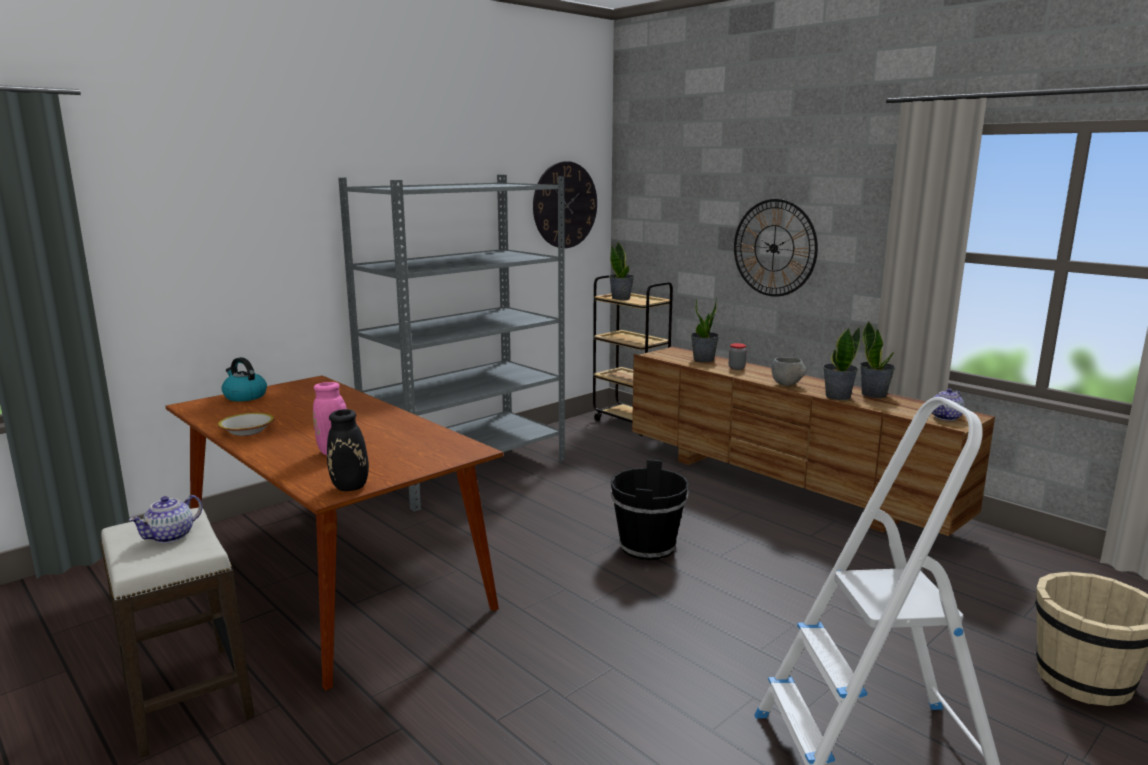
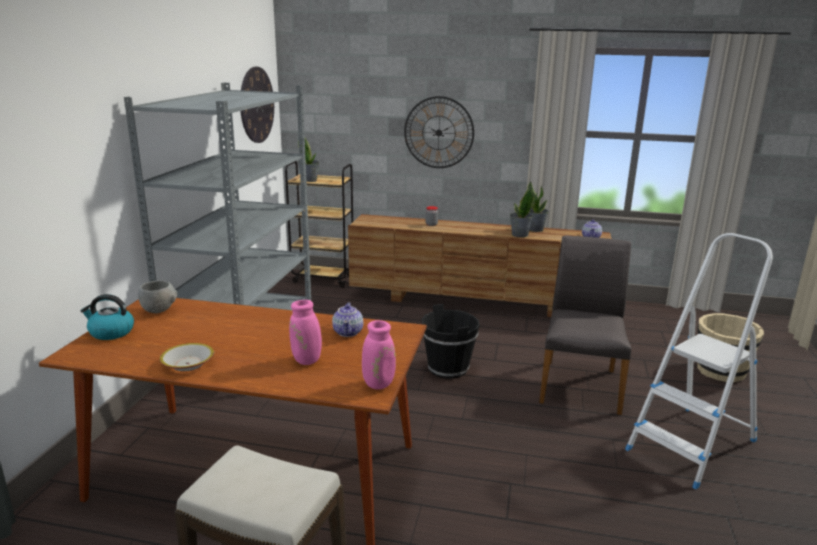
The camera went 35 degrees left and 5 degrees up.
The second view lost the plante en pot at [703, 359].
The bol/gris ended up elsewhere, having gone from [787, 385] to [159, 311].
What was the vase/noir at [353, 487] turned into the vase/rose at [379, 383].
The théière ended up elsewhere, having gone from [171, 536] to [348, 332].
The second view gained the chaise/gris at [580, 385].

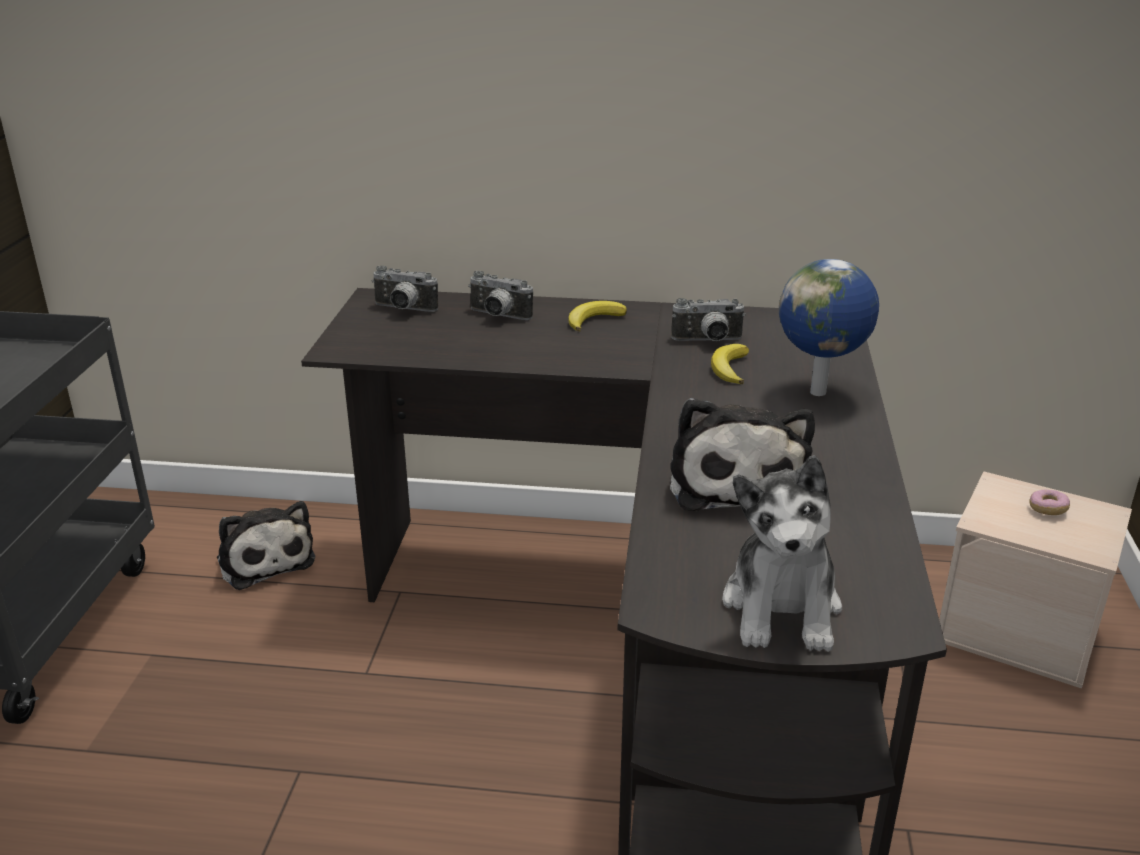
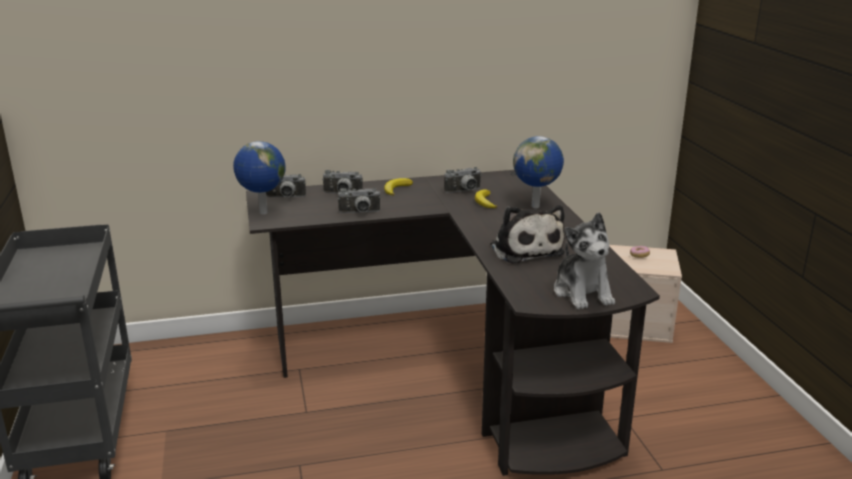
The camera went 20 degrees left and 5 degrees down.
The second view lost the peluche at [265, 559].
The second view gained the globe at [262, 213].
The second view gained the appareil photo at [359, 213].

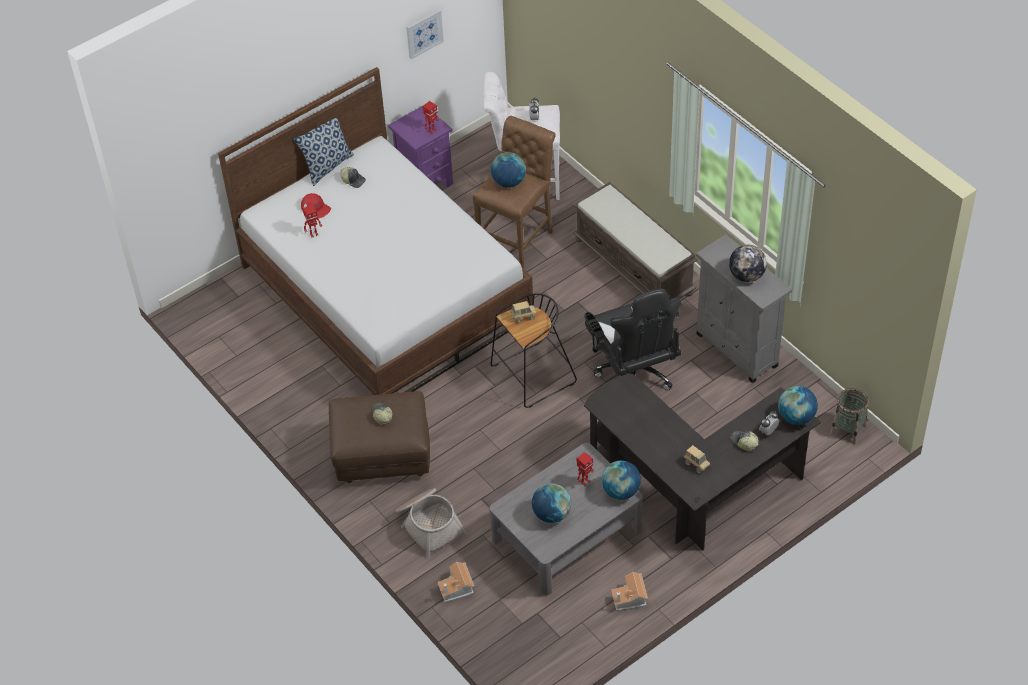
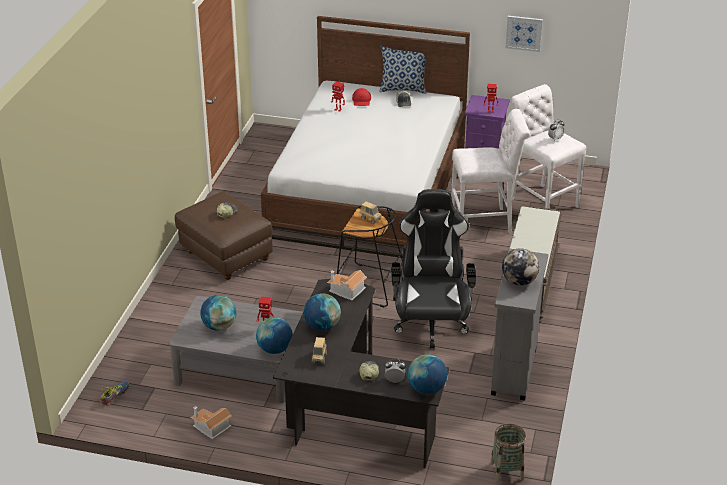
The camera went 50 degrees right and 15 degrees down.
What was the tabouret/marron at [518, 239] turned into the tabouret/blanc at [485, 222].
The globe ended up elsewhere, having gone from [508, 182] to [322, 326].
The chaise de bureau/noir at [632, 369] ended up facing another way, 150 degrees clockwise from before.
The second view lost the panier at [429, 524].
The maison miniature ended up elsewhere, having gone from [456, 588] to [346, 291].
The second view gained the chaussure at [114, 395].

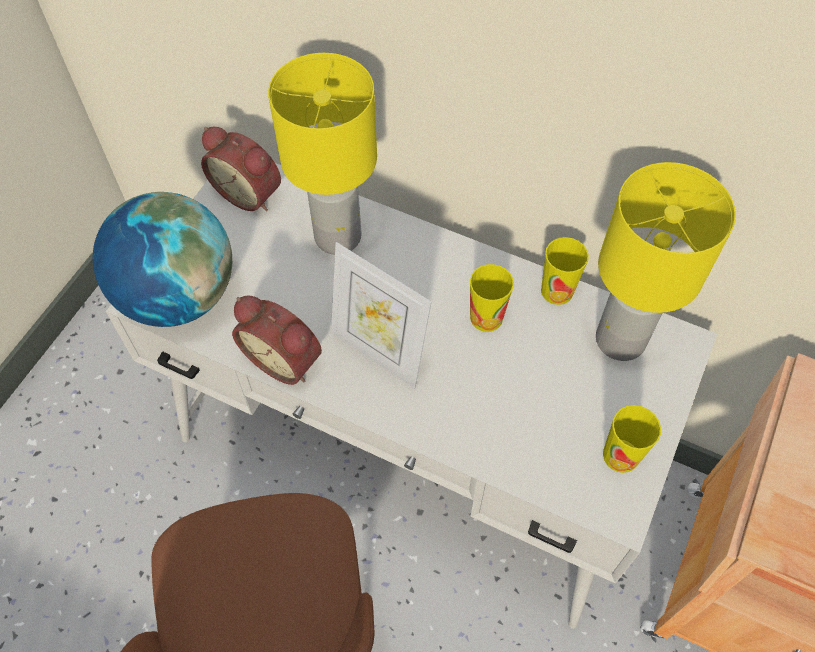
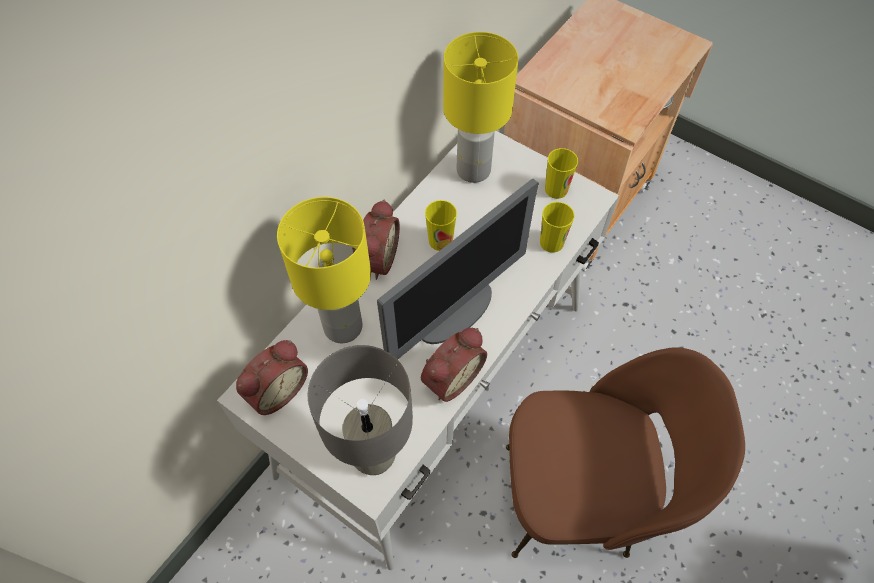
The camera went 80 degrees left and 0 degrees up.
Where the globe stood at [178, 295], the lampe de table/gris came to stand at [372, 456].
The tasse ended up elsewhere, having gone from [557, 291] to [551, 242].
Where the cadre photo stood at [379, 352], the écran d'ordinateur came to stand at [456, 312].
The second view gained the réveil at [376, 258].

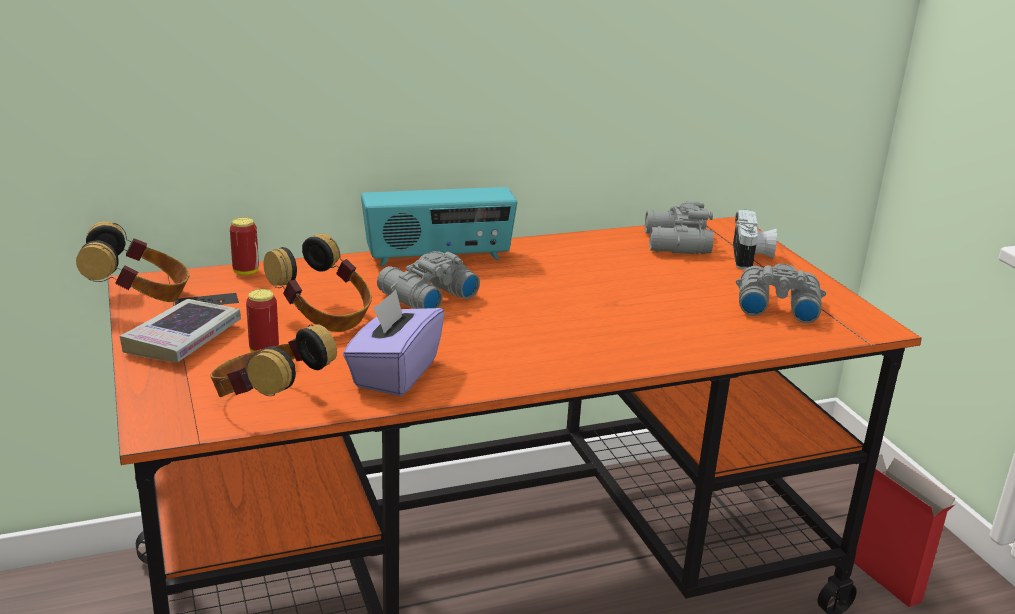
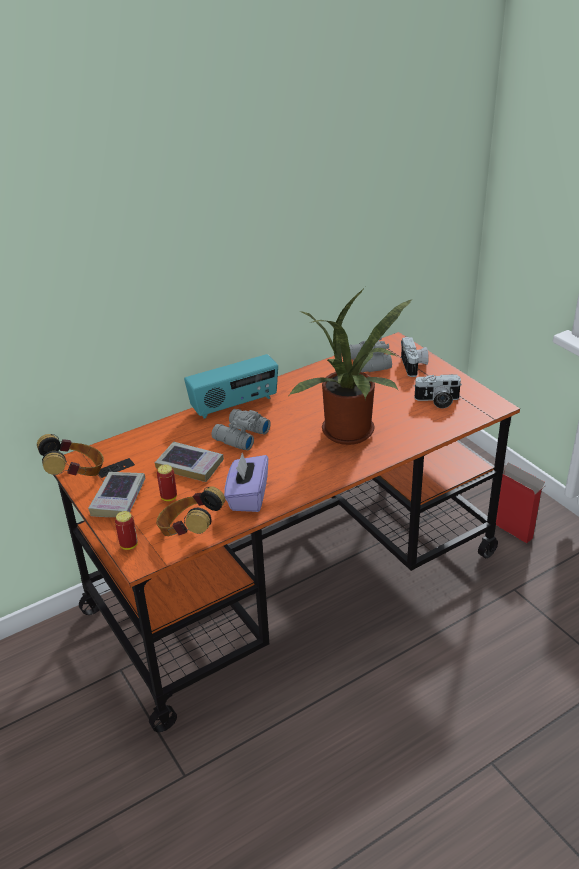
The camera went 10 degrees left and 10 degrees up.
The boîte métallique ended up elsewhere, having gone from [246, 272] to [129, 545].
Where the casque audio stood at [324, 317], the livre came to stand at [190, 465].
Where the jumelles/gris stood at [775, 305], the appareil photo came to stand at [437, 401].
The second view gained the plante en pot at [351, 434].

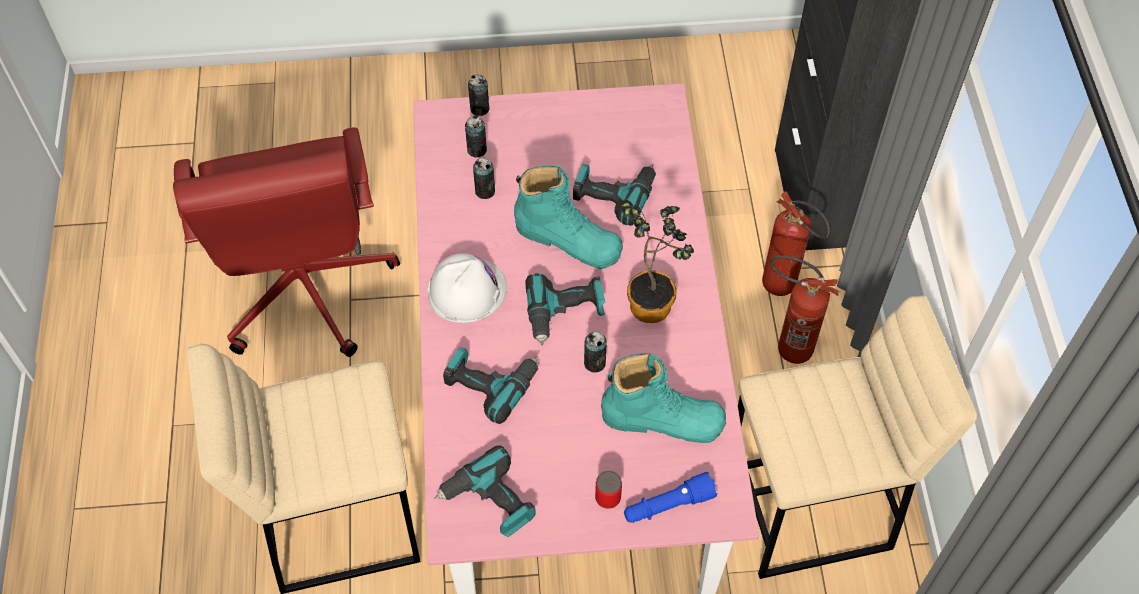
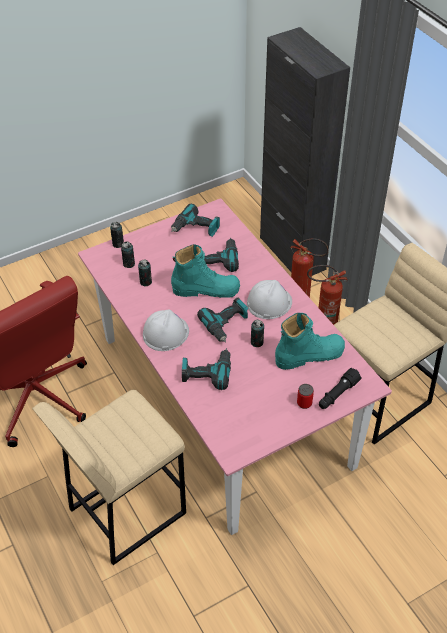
The camera went 25 degrees left and 10 degrees down.
Where the plante en pot stood at [653, 301], the casque de chantier/blanc came to stand at [269, 302].
The perceuse ended up elsewhere, having gone from [489, 502] to [196, 228].
What was the lampe de poche/bleu at [668, 505] turned into the lampe de poche/noir at [337, 394].

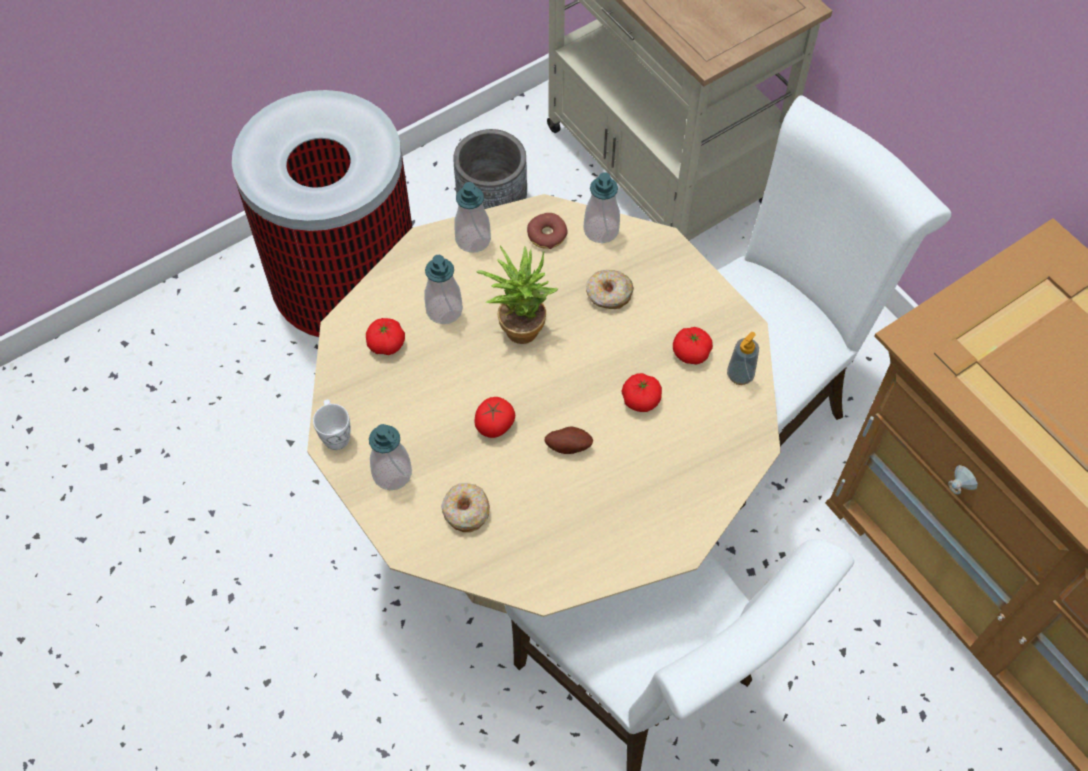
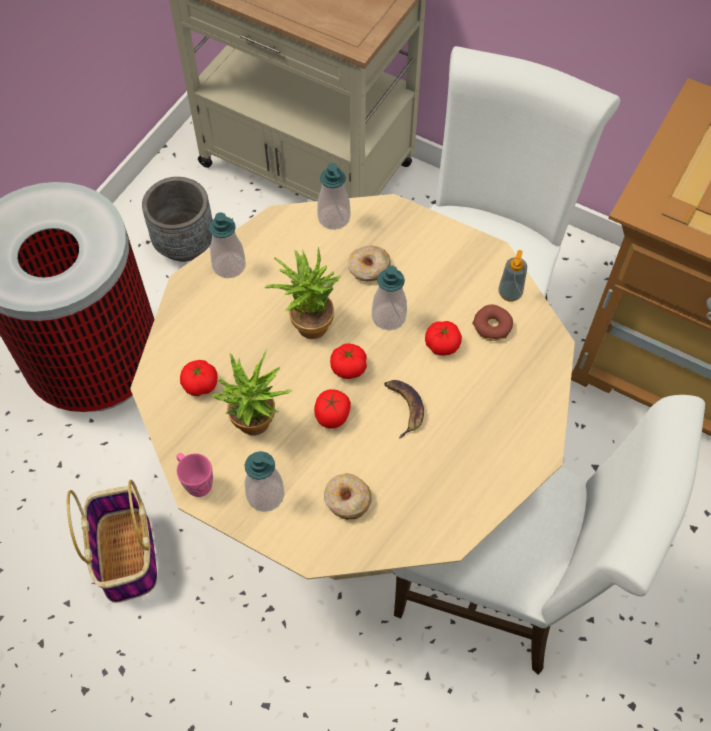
The camera went 25 degrees left and 0 degrees up.
The beignet ended up elsewhere, having gone from [547, 235] to [492, 326].
The distributeur de savon ended up elsewhere, having gone from [444, 310] to [389, 317].
The tomate ended up elsewhere, having gone from [691, 353] to [348, 368].
What was the mug/blanc at [335, 433] turned into the mug/rose at [195, 481].
Where the pomme de terre stood at [568, 445], the banane came to stand at [403, 407].
The second view gained the plante en pot at [257, 426].
The second view gained the panier at [127, 556].

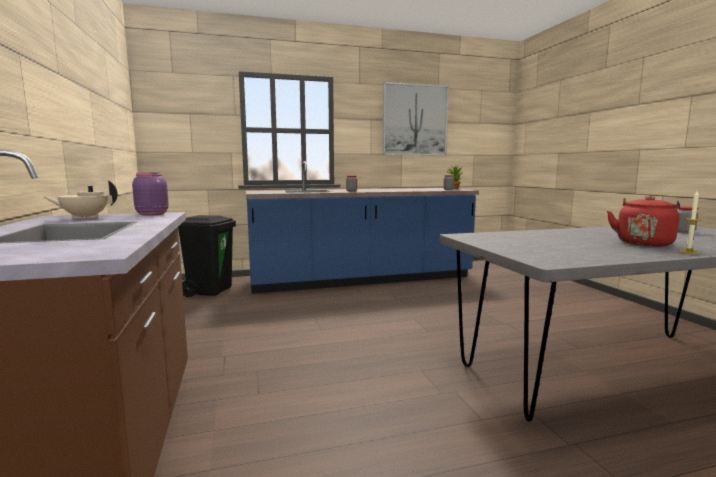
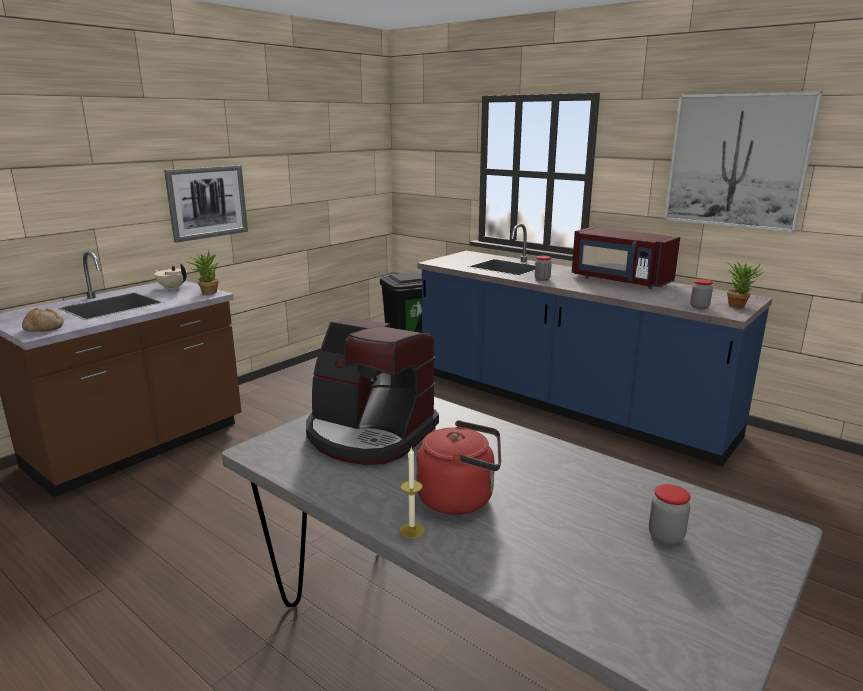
The camera went 55 degrees right and 10 degrees up.
Where the bocal/violet stood at [152, 214], the plante en pot came to stand at [207, 292].
The second view gained the tableau at [207, 202].
The second view gained the micro-ondes/rouge at [619, 281].
The second view gained the pain at [44, 328].
The second view gained the machine à café at [369, 434].

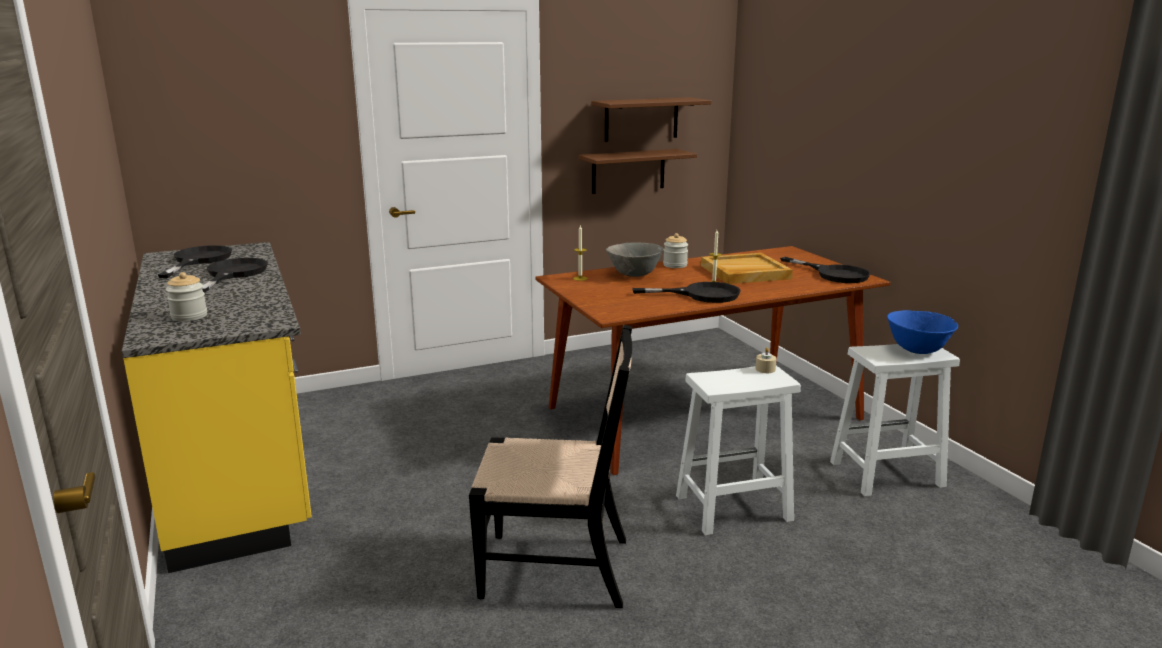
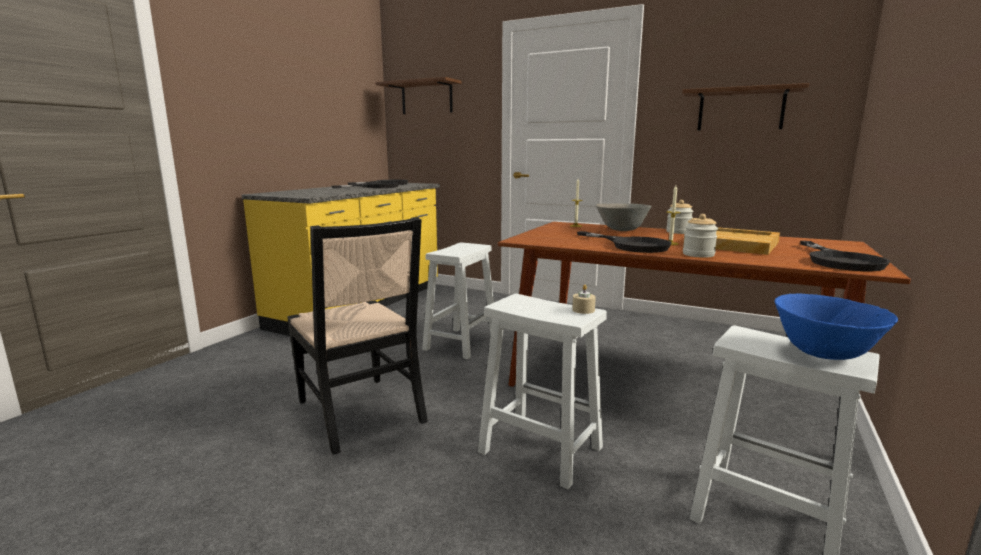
The camera went 50 degrees right and 5 degrees down.
The étagère/marron ended up elsewhere, having gone from [628, 171] to [427, 98].
The bocal ended up elsewhere, having gone from [189, 316] to [698, 254].
The second view gained the tabouret/blanc at [461, 342].

